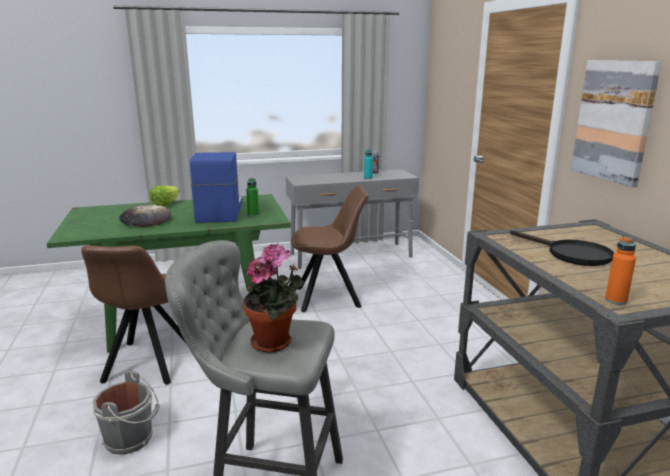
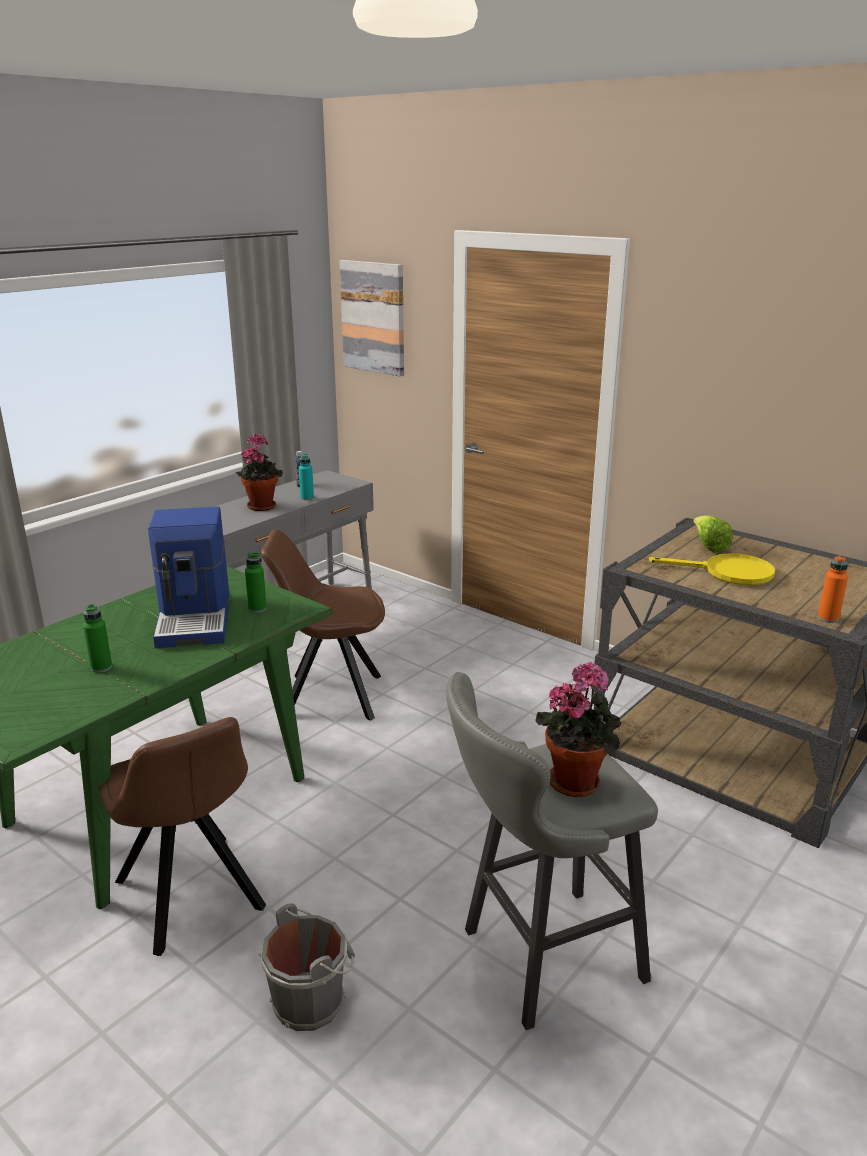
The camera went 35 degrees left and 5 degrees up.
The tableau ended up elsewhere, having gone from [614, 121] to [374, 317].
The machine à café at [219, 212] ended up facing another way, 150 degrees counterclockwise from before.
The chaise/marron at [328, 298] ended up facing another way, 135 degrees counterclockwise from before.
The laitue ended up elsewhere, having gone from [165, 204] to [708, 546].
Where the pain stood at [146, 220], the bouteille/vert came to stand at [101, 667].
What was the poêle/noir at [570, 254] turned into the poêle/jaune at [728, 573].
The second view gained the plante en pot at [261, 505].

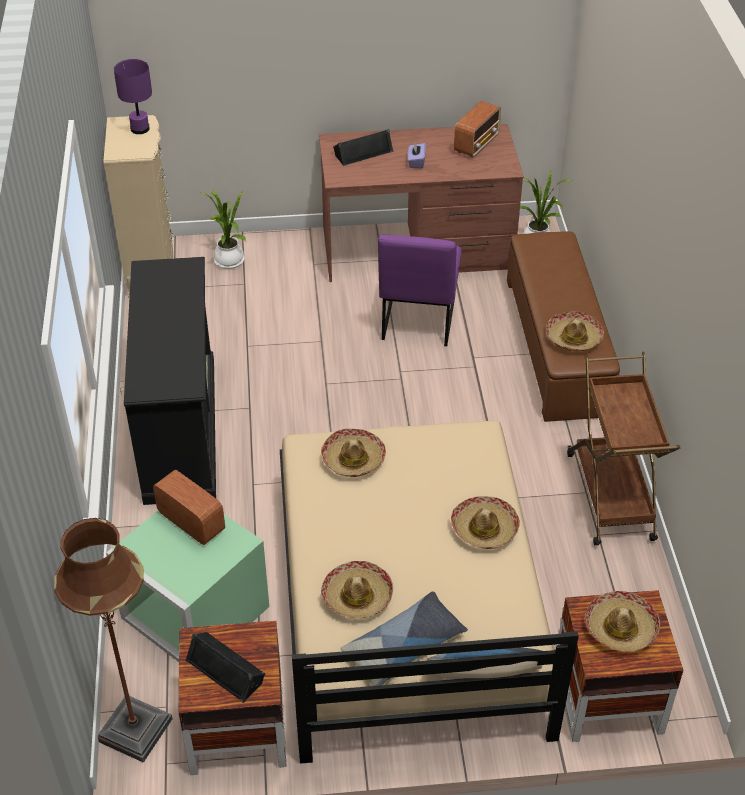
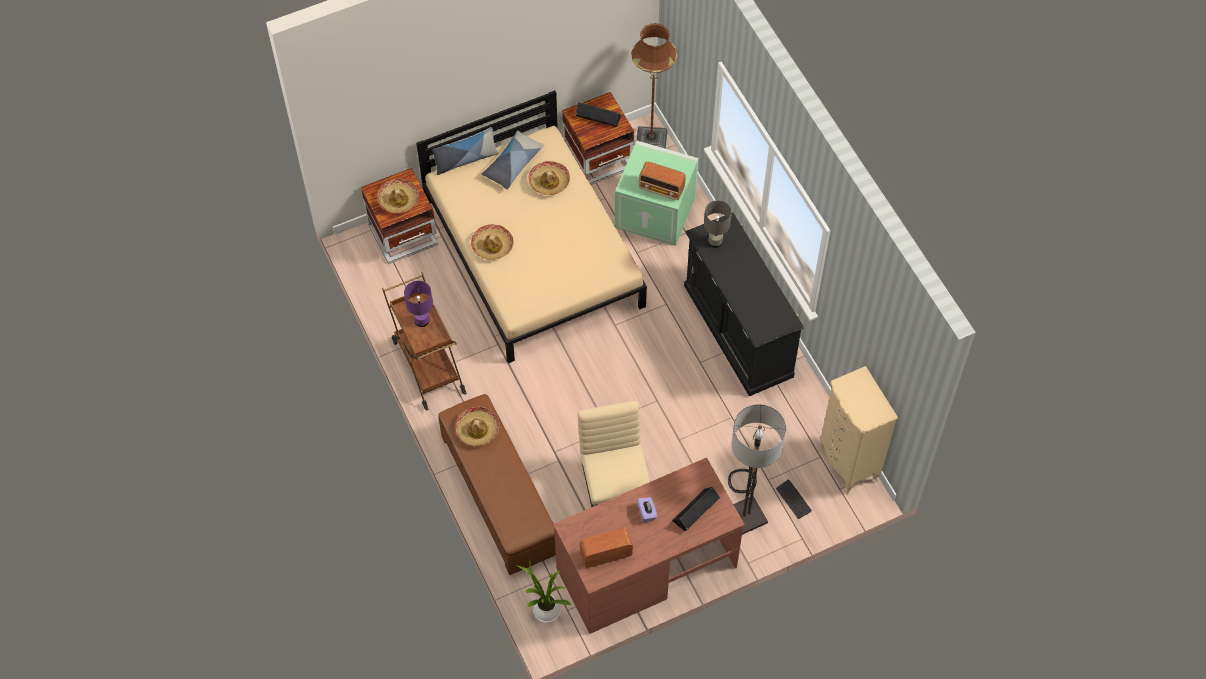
The camera went 160 degrees right and 15 degrees up.
The lampe de table/violet ended up elsewhere, having gone from [140, 129] to [422, 320].
The radio at [477, 144] ended up facing another way, 60 degrees clockwise from before.
Where the plante en pot stood at [229, 262], the clavier came to stand at [793, 500].
What was the chaise/violet at [417, 319] turned into the chaise/beige at [615, 486].
The second view lost the chapeau at [353, 459].
The second view gained the lampe de table/gris at [715, 241].
The second view gained the lampadaire at [745, 506].

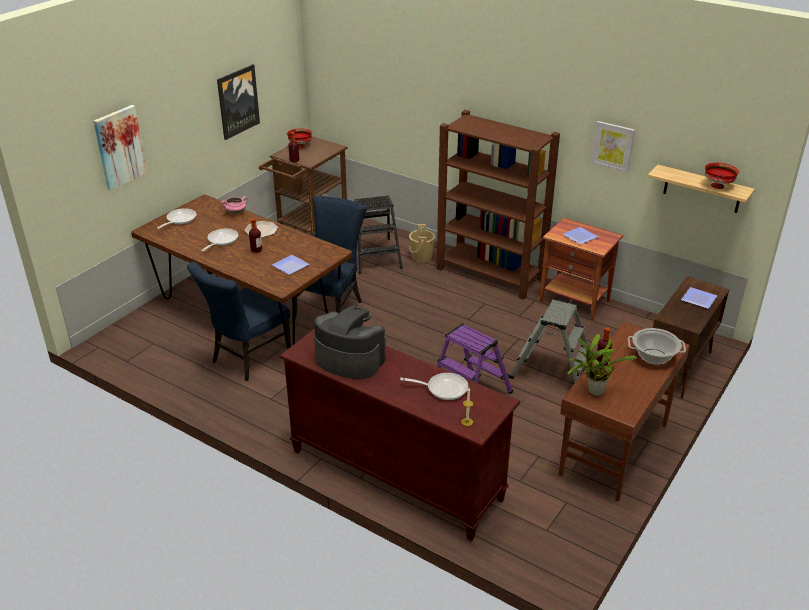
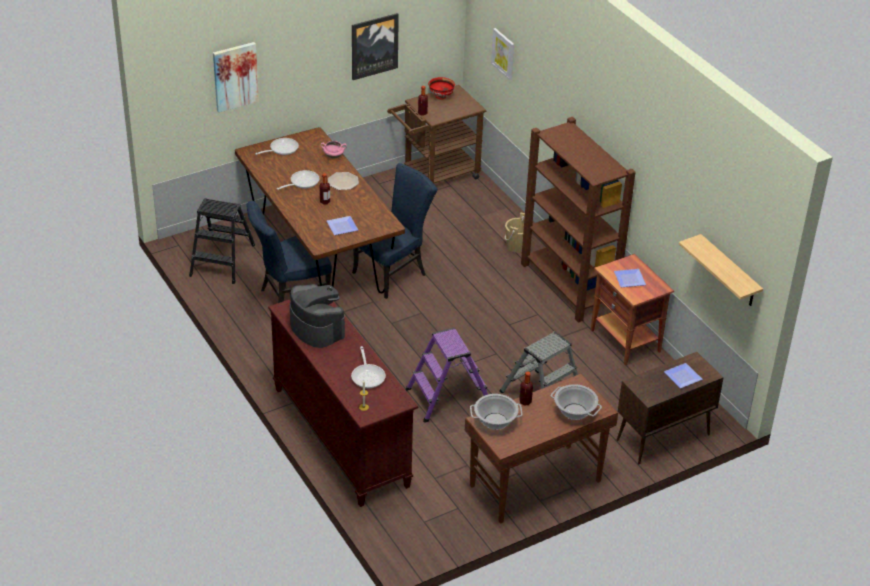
The camera went 25 degrees right and 5 degrees up.
The tableau ended up elsewhere, having gone from [613, 146] to [503, 53].
The second view lost the bol/rouge at [718, 186].
The escabeau/noir ended up elsewhere, having gone from [374, 255] to [222, 260].
Where the plante en pot stood at [593, 392], the marmite came to stand at [495, 421].
The poêle at [443, 388] ended up facing another way, 45 degrees clockwise from before.

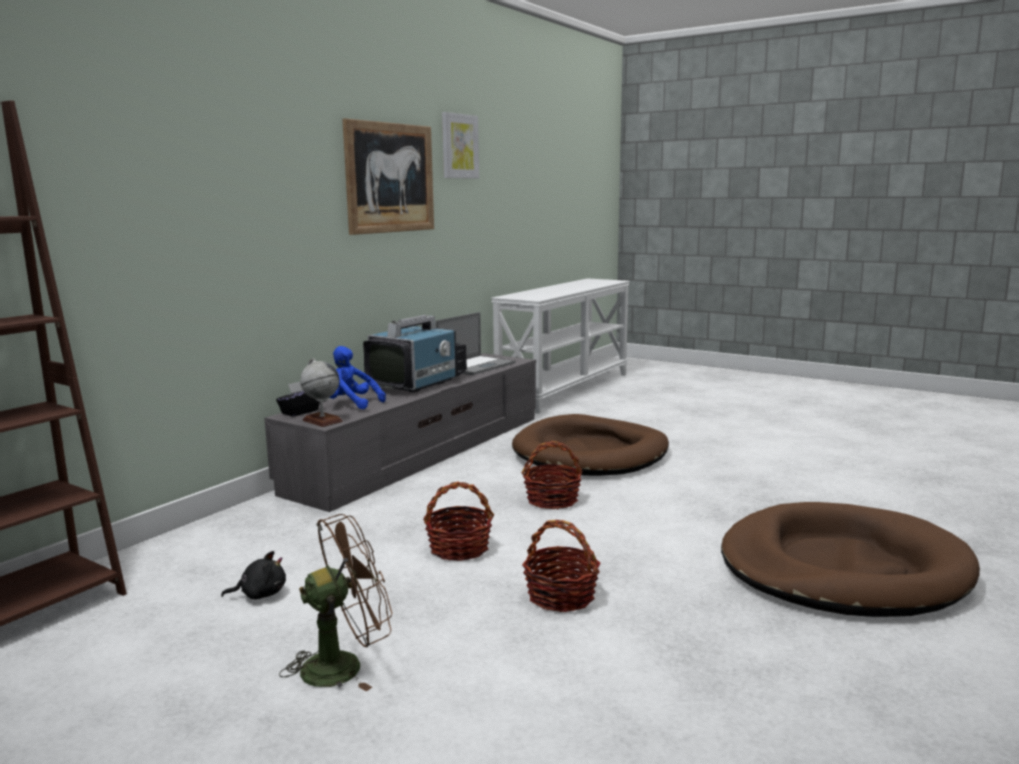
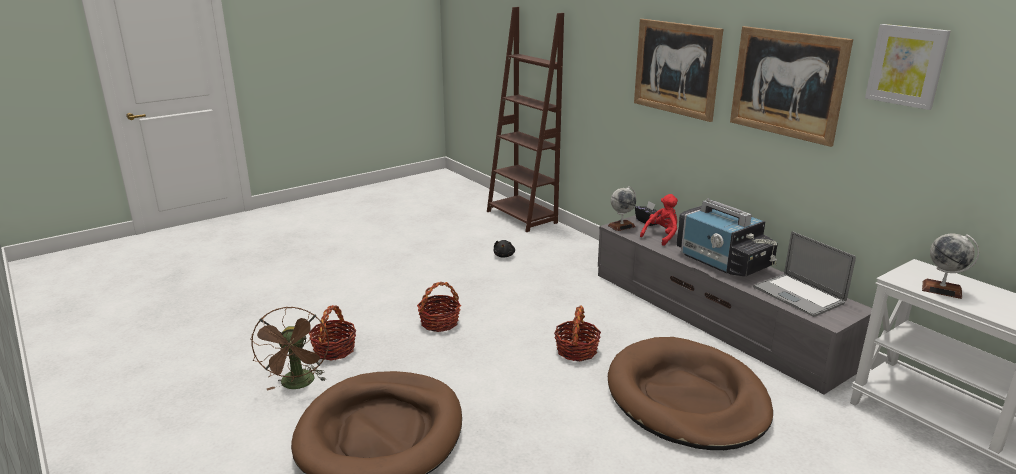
The camera went 110 degrees right and 10 degrees up.
What was the peluche/bleu at [352, 404] turned into the peluche/rouge at [661, 236].
The panier ended up elsewhere, having gone from [459, 549] to [334, 350].
The ventilateur/marron ended up elsewhere, having gone from [344, 665] to [298, 385].
The second view gained the tableau at [676, 68].
The second view gained the globe at [942, 290].

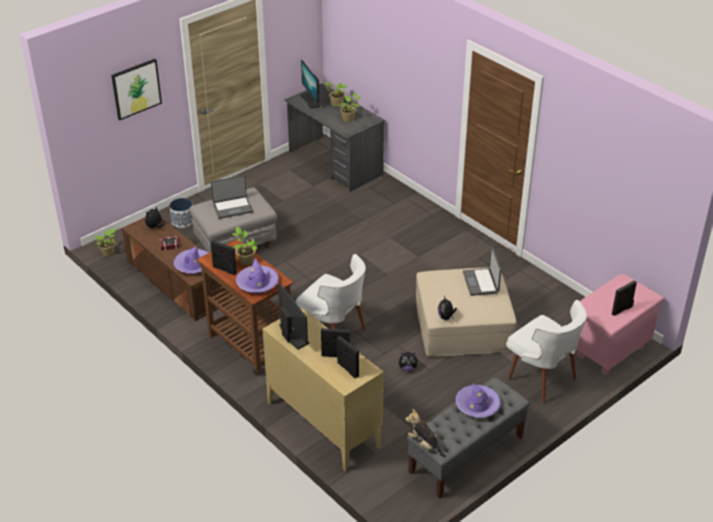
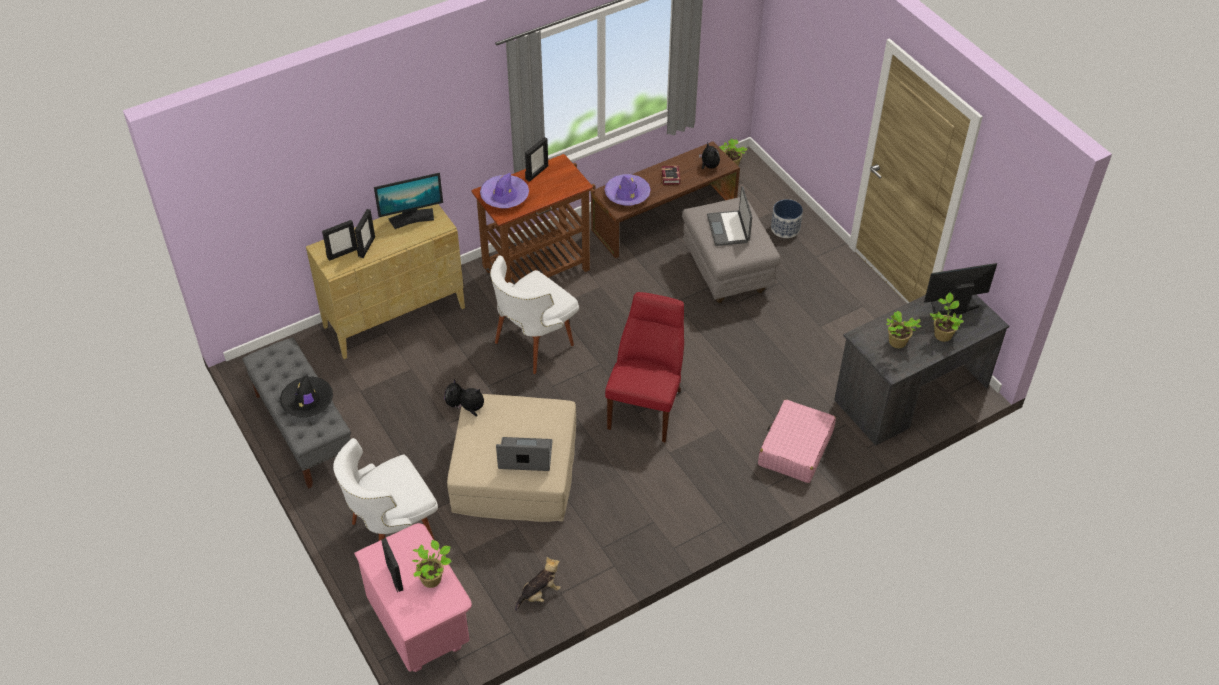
The camera went 100 degrees right and 10 degrees up.
The second view lost the tableau at [136, 88].
The plante en pot ended up elsewhere, having gone from [245, 260] to [433, 579].
What was the chapeau/violet at [477, 405] turned into the chapeau/noir at [307, 401].
The peluche ended up elsewhere, having gone from [425, 444] to [539, 594].
The second view gained the chaise/rouge at [646, 406].
The second view gained the valise/rose at [795, 449].

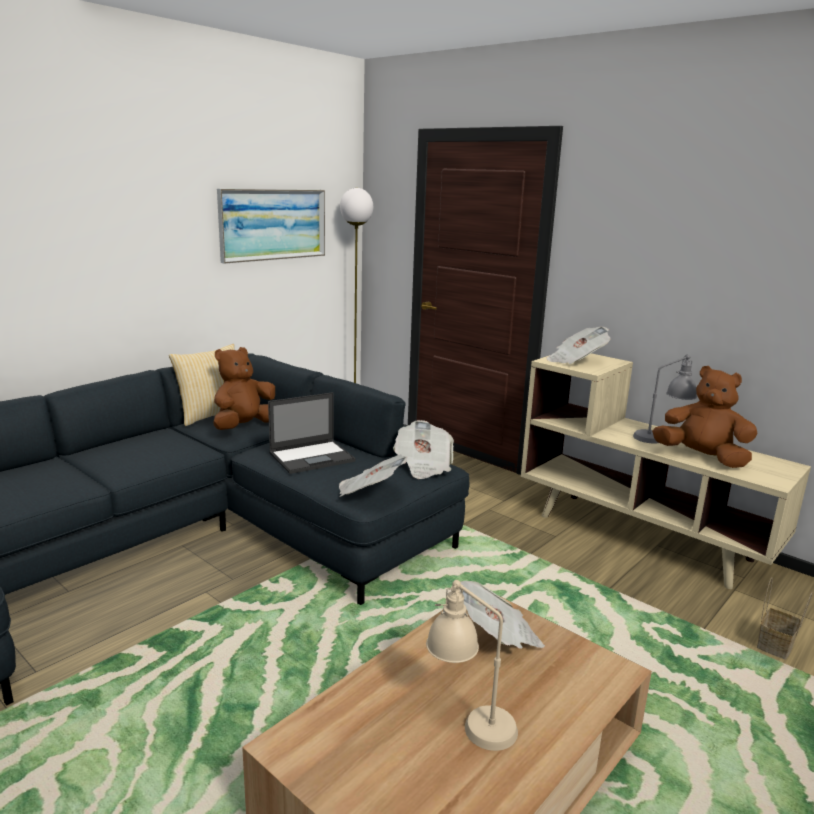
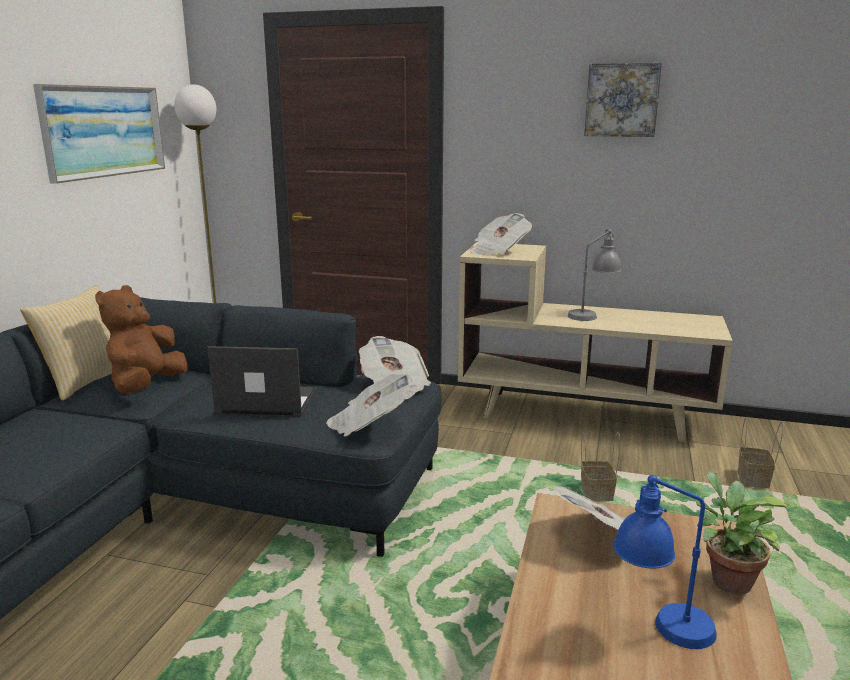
The camera went 25 degrees left and 0 degrees up.
The second view lost the peluche/marron at [701, 458].
The ordinateur portable at [312, 457] ended up facing another way, 120 degrees counterclockwise from before.
What was the lampe de table/beige at [468, 722] turned into the lampe de table/bleu at [659, 628].
The second view gained the tableau at [622, 100].
The second view gained the panier at [595, 492].
The second view gained the plante en pot at [726, 580].

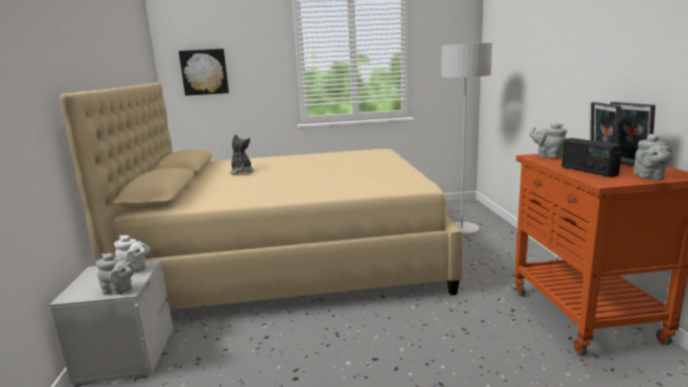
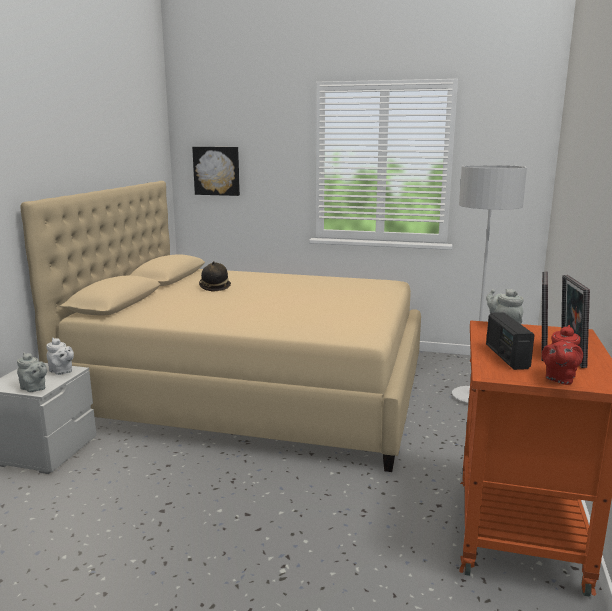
The camera went 20 degrees right and 0 degrees up.
Where the peluche stood at [241, 171], the chapeau came to stand at [215, 287].
What was the théière/gris at [649, 177] turned into the théière/rouge at [559, 378].

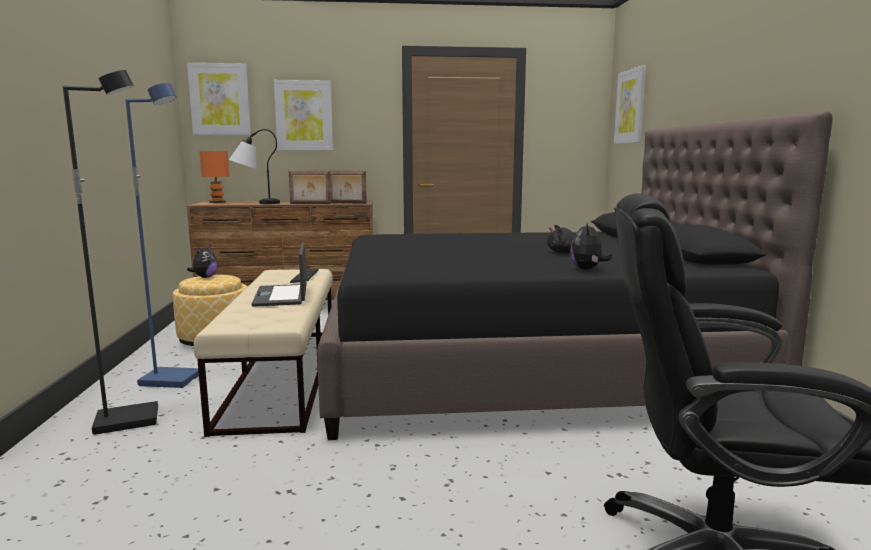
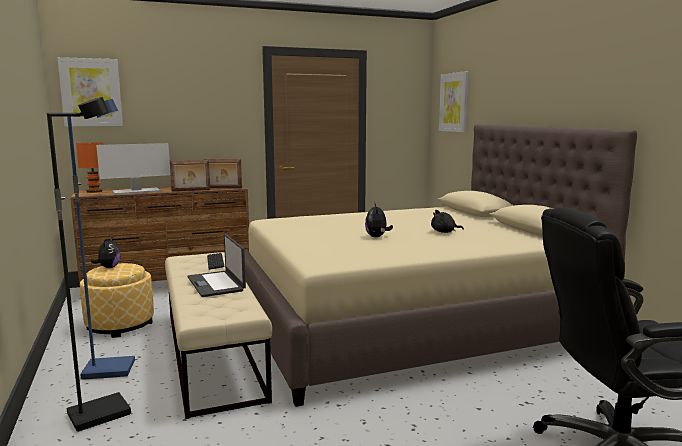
The camera went 15 degrees left and 0 degrees up.
The second view lost the tableau at [304, 115].
What was the lit/noir at [524, 367] turned into the lit/beige at [409, 324].
Where the lampe de table stood at [255, 203], the écran d'ordinateur came to stand at [136, 192].
The peluche ended up elsewhere, having gone from [587, 269] to [377, 237].

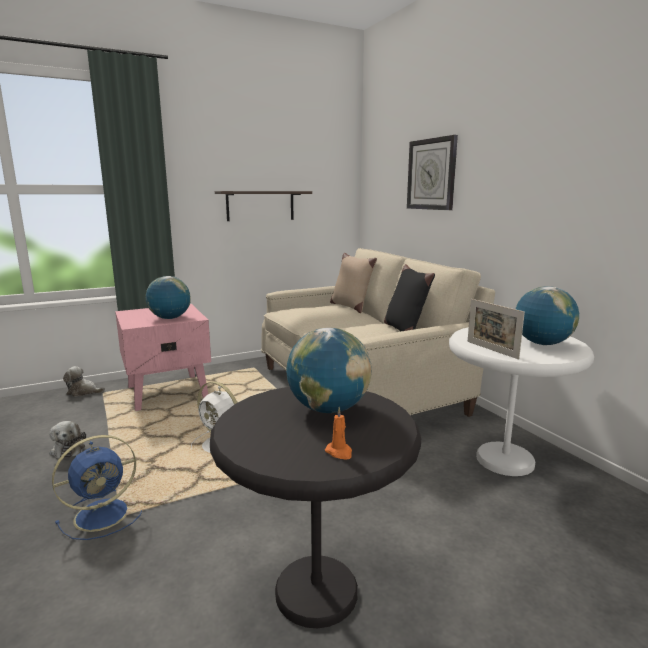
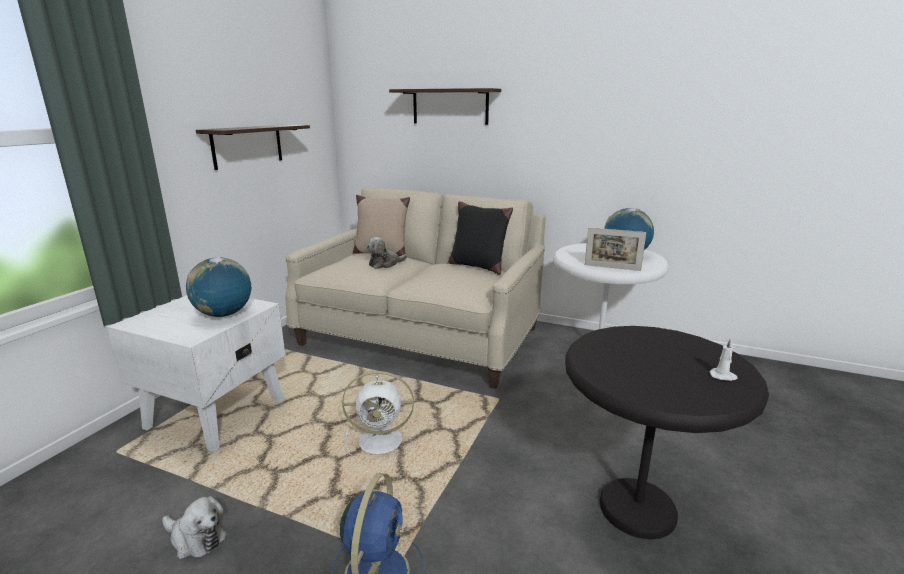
The camera went 40 degrees left and 5 degrees up.
Where the horloge murale hung at [431, 174], the étagère came to hang at [450, 106].
What was the table de chevet/rose at [168, 392] turned into the table de chevet/blanc at [217, 413].
The second view lost the globe at [328, 409].
The peluche ended up elsewhere, having gone from [83, 392] to [385, 264].
What was the bougie/orange at [339, 452] turned into the bougie/blanc at [723, 376].

